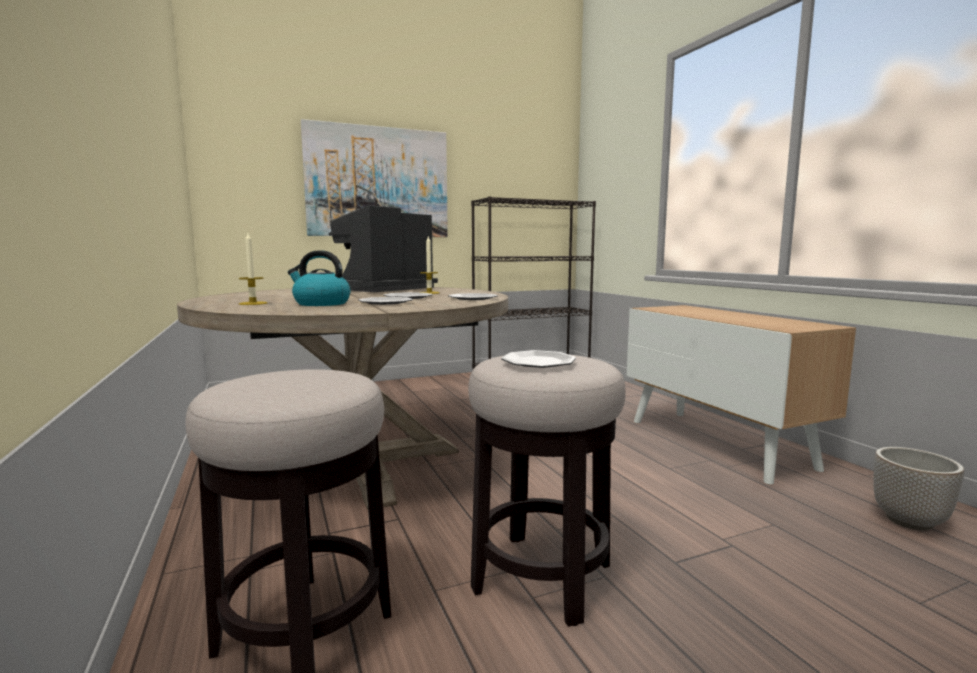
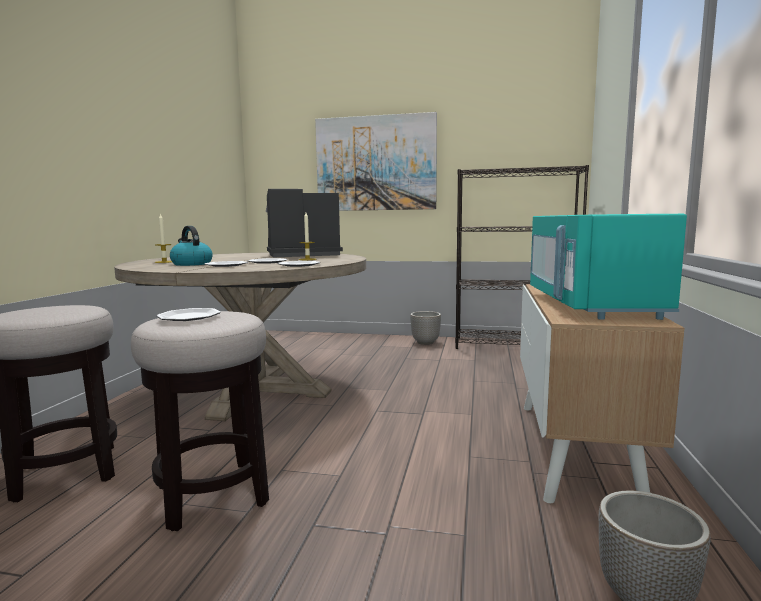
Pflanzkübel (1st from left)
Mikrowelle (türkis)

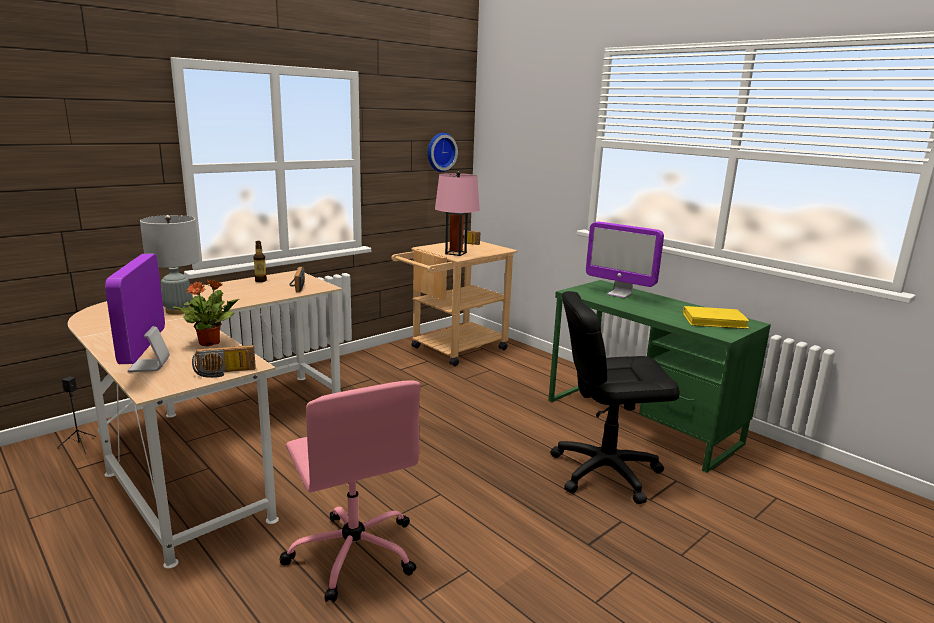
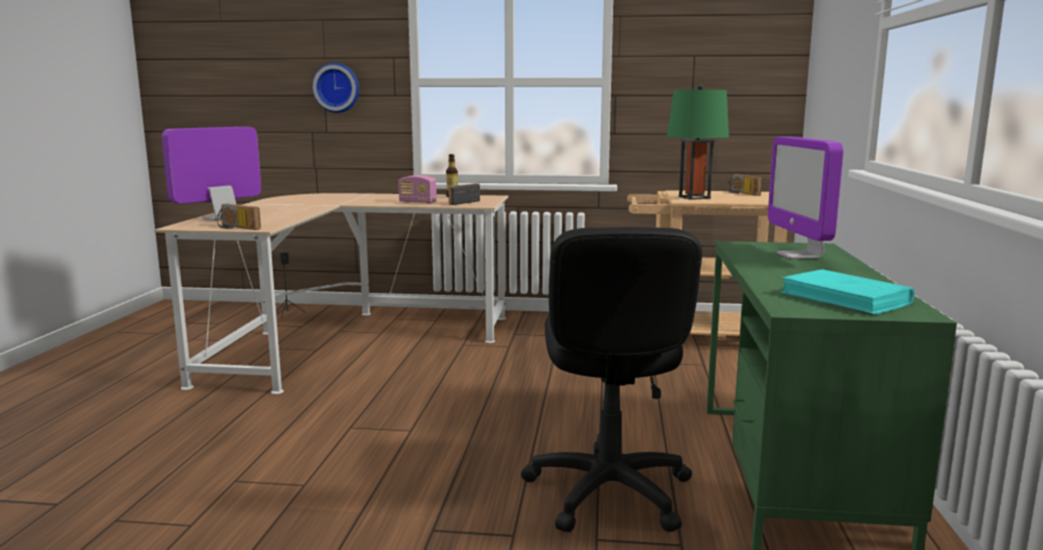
Tischlampe (grau)
Topfpflanze
Bürostuhl (rosa)
Wanduhr
Tischlampe (grün)
Bürostuhl (schwarz)
Buch (türkis)
Radio (2nd from left)

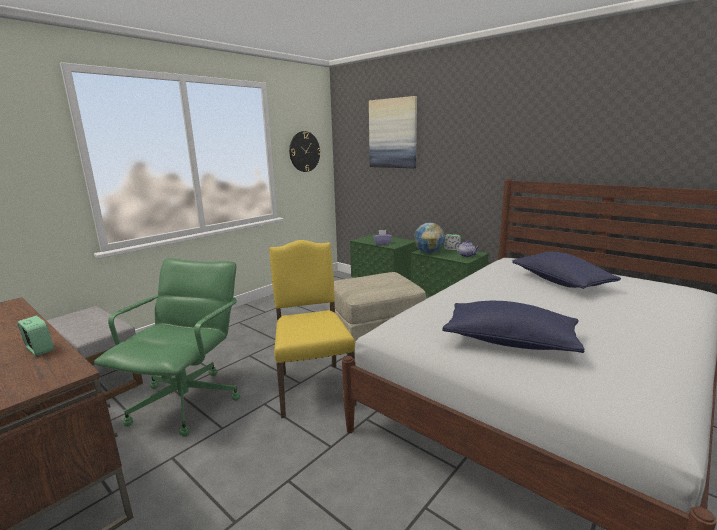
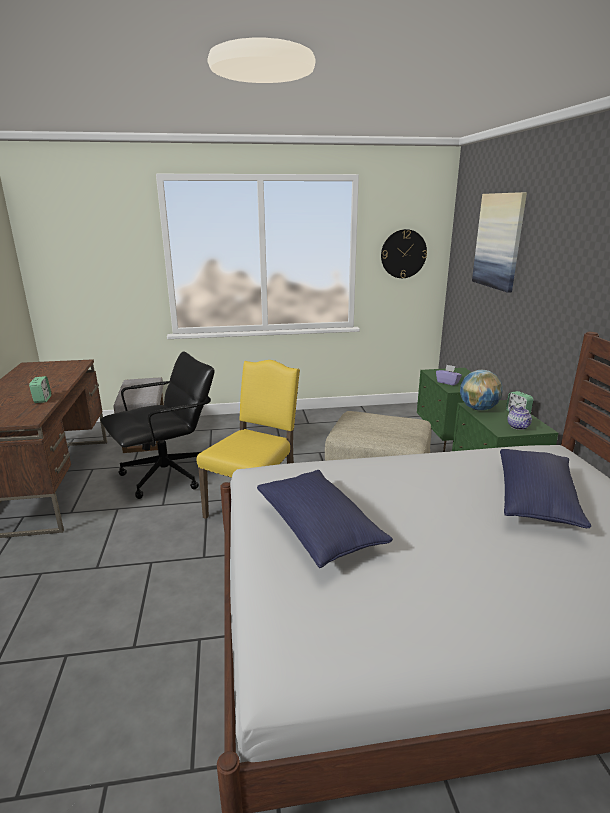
Bürostuhl (schwarz)

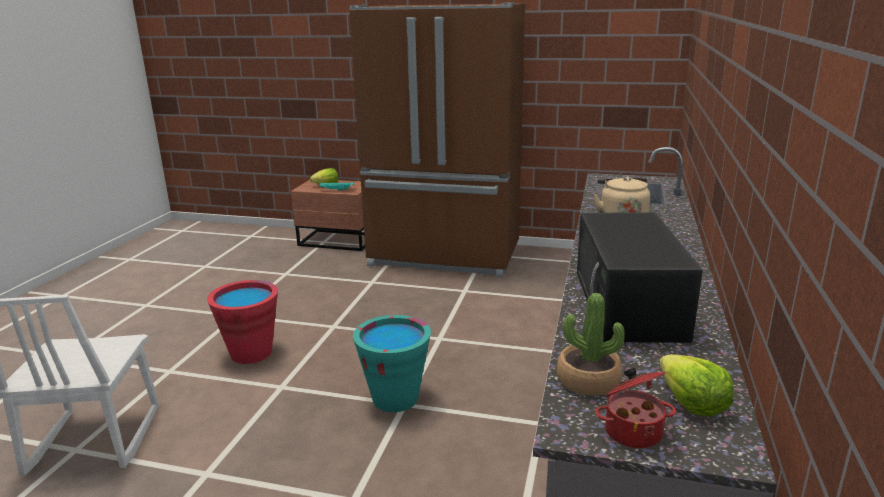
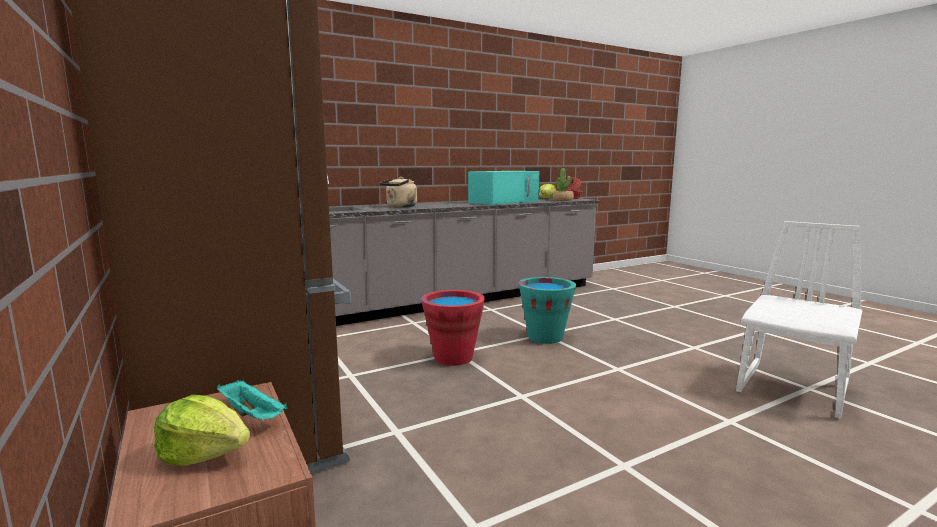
Eimer (rot)
Mikrowelle (türkis)

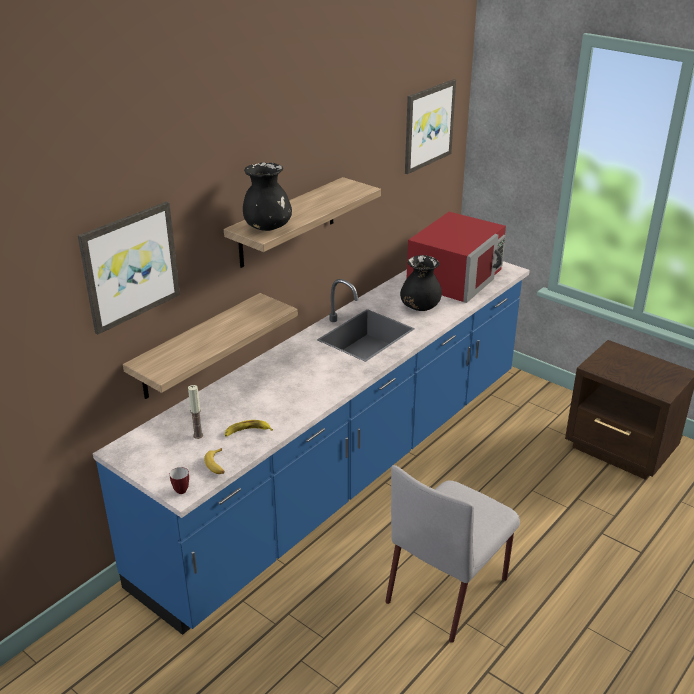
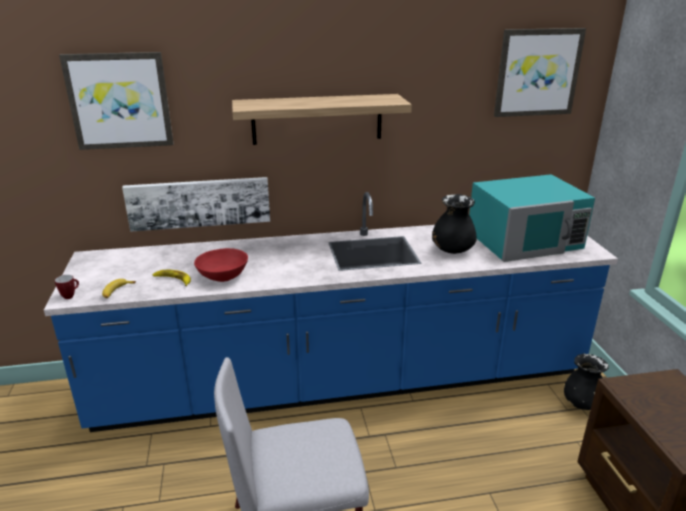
Bild (2nd from left)
Kerze
Vase (schwarz) (2nd from left)
Mikrowelle (türkis)
Schüssel (rot)

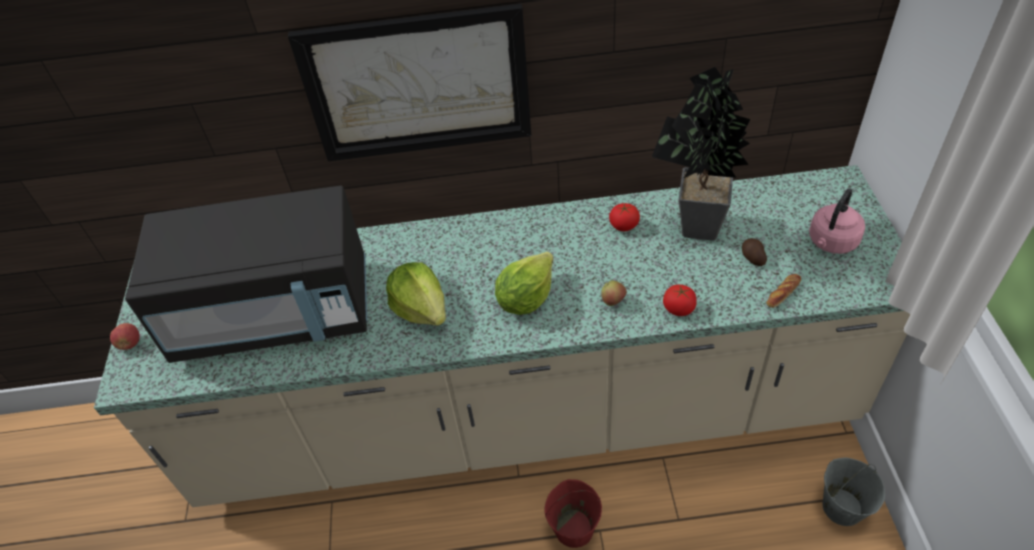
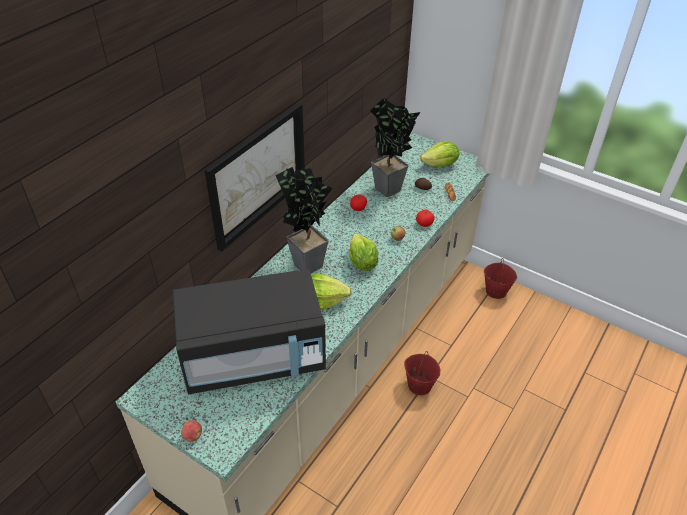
Mikrowelle (schwarz)
Salatkopf (3rd from left)
Eimer (rot) (2nd from left)
Topfpflanze (1st from left)

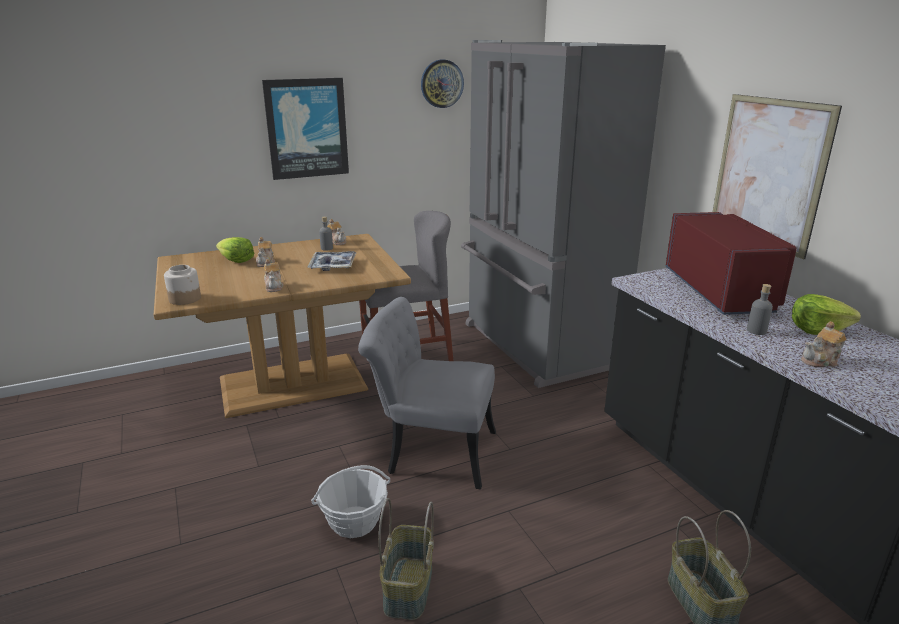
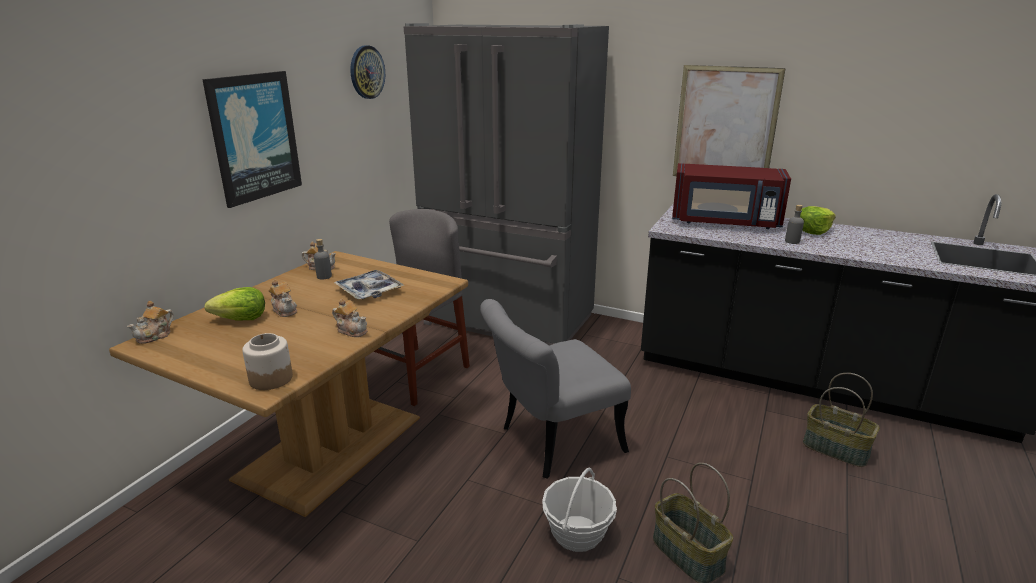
Mikrowelle (rot)
Teekanne (1st from left)

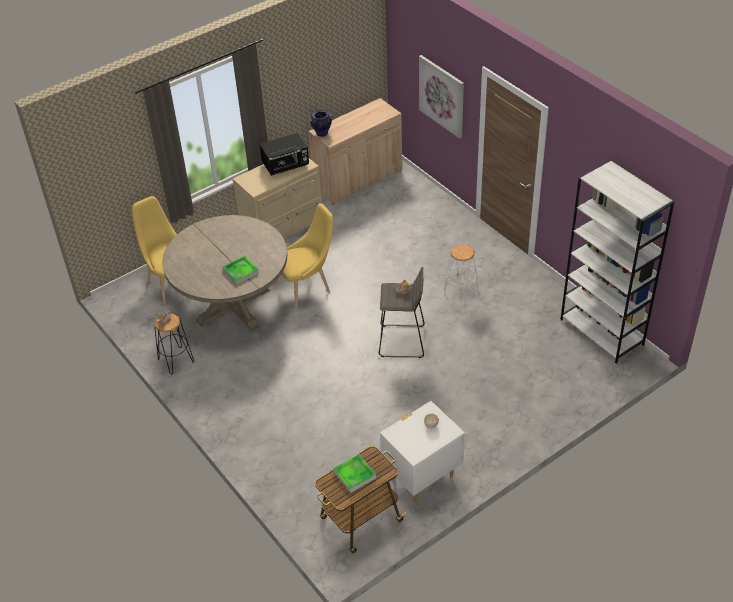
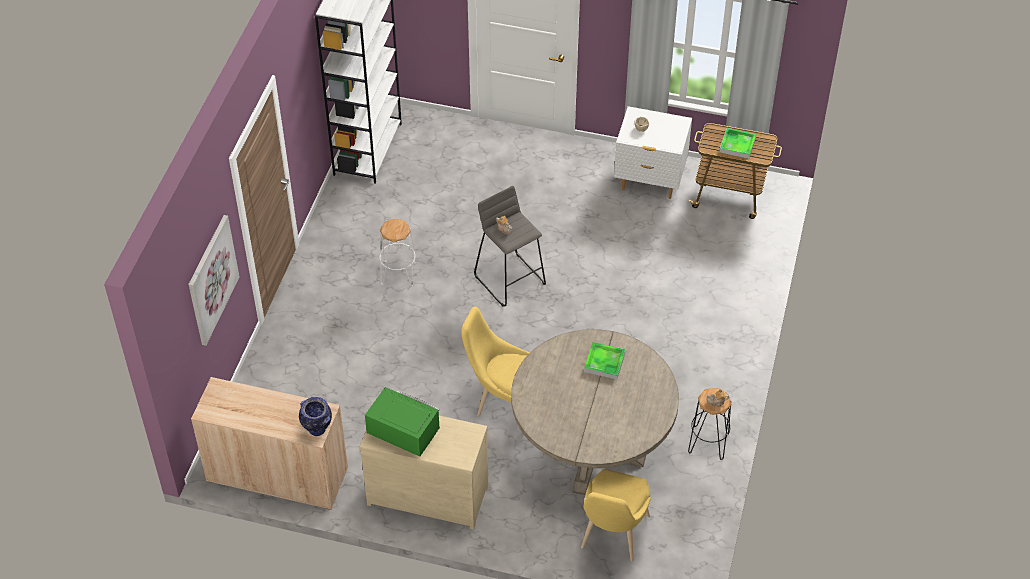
Mikrowelle (grün)

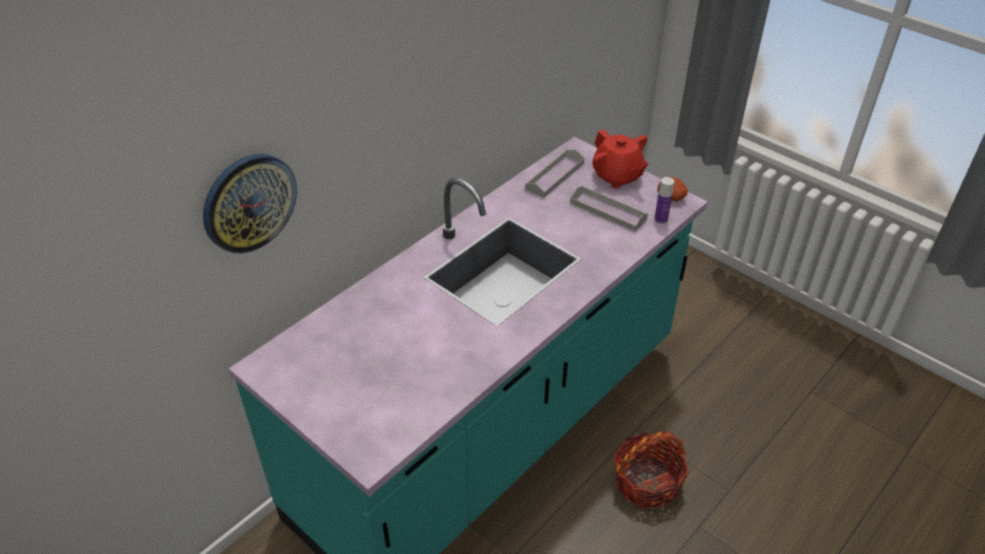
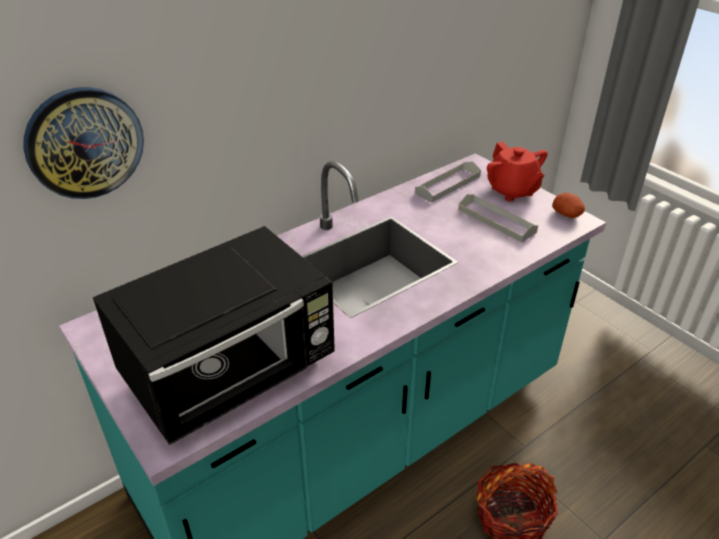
Flasche
Mikrowelle (schwarz)

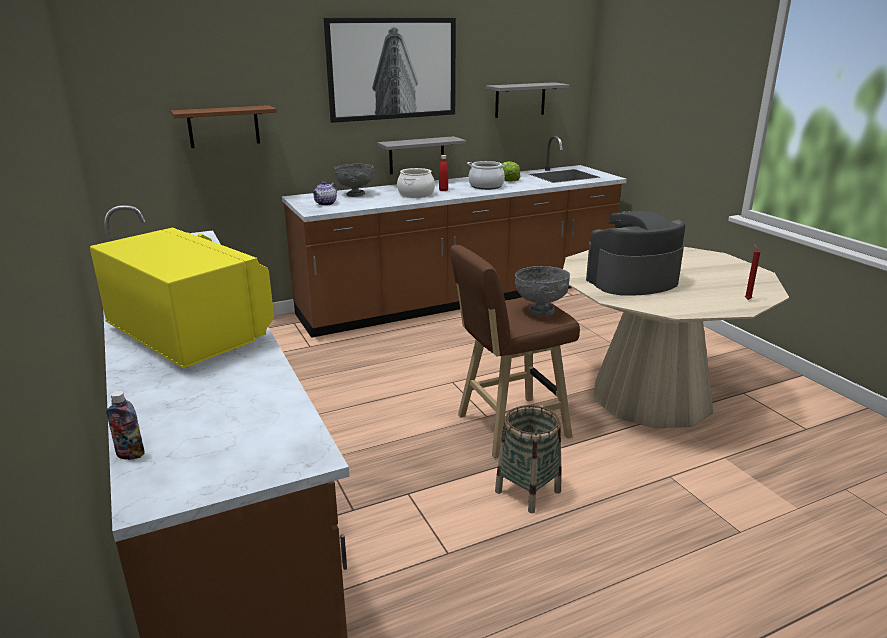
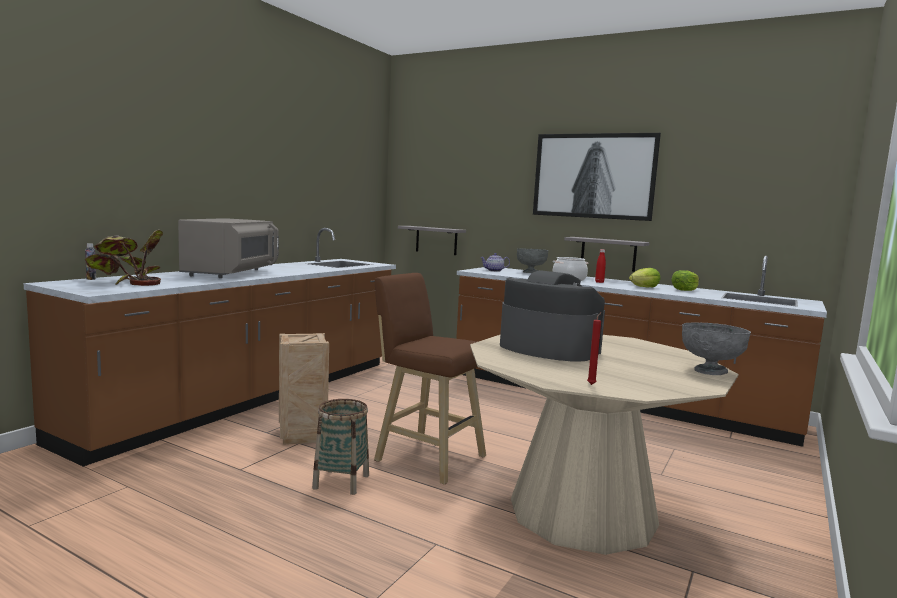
Mikrowelle (grau)
Wandregal (braun)
Salatkopf (1st from left)
Wandregal (grau) (1st from left)
Schüssel (grau) (2nd from left)
Topfpflanze
Kiste

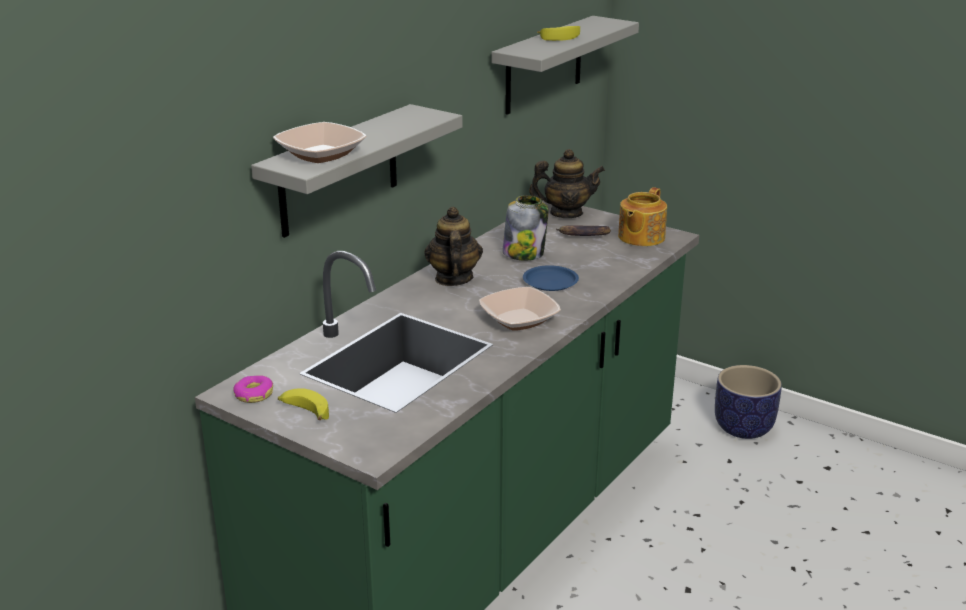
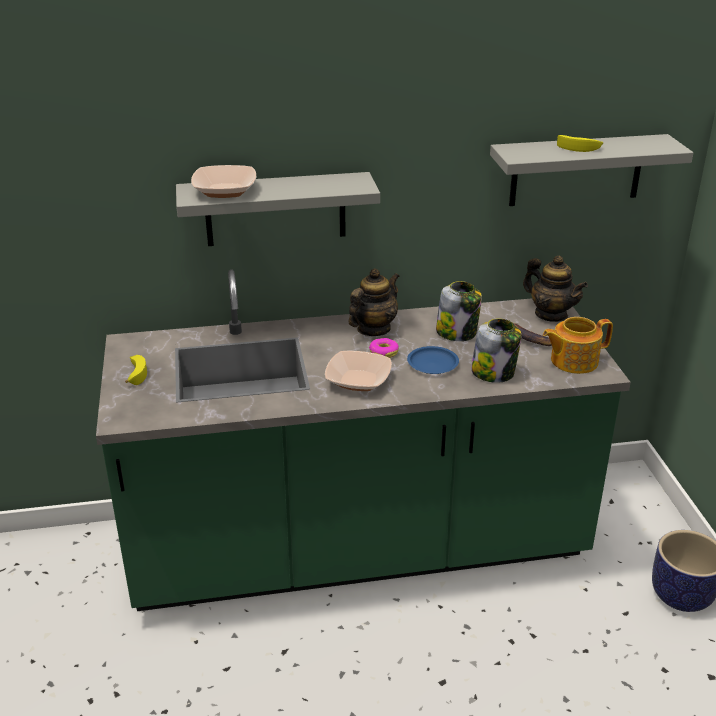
Donut
Vorratsglas (2nd from left)

